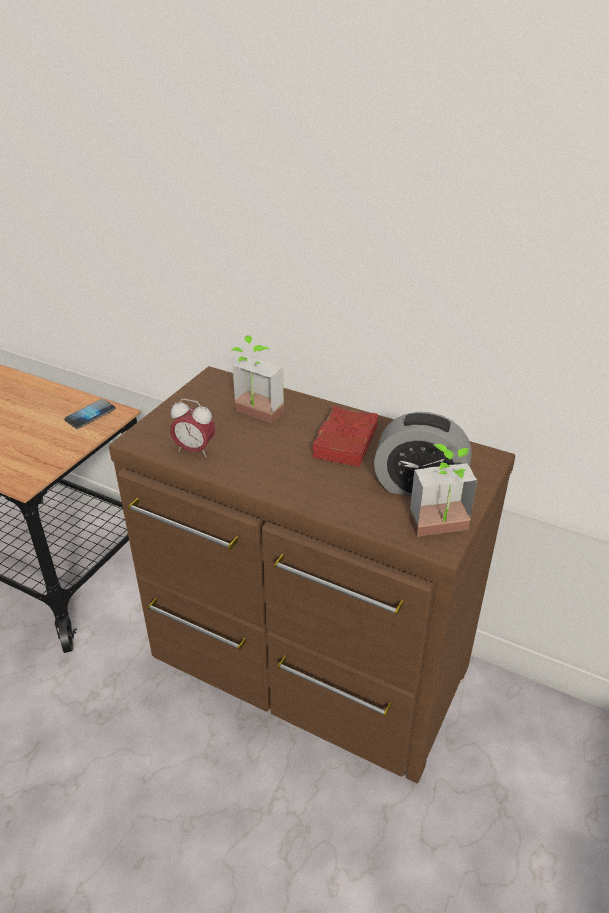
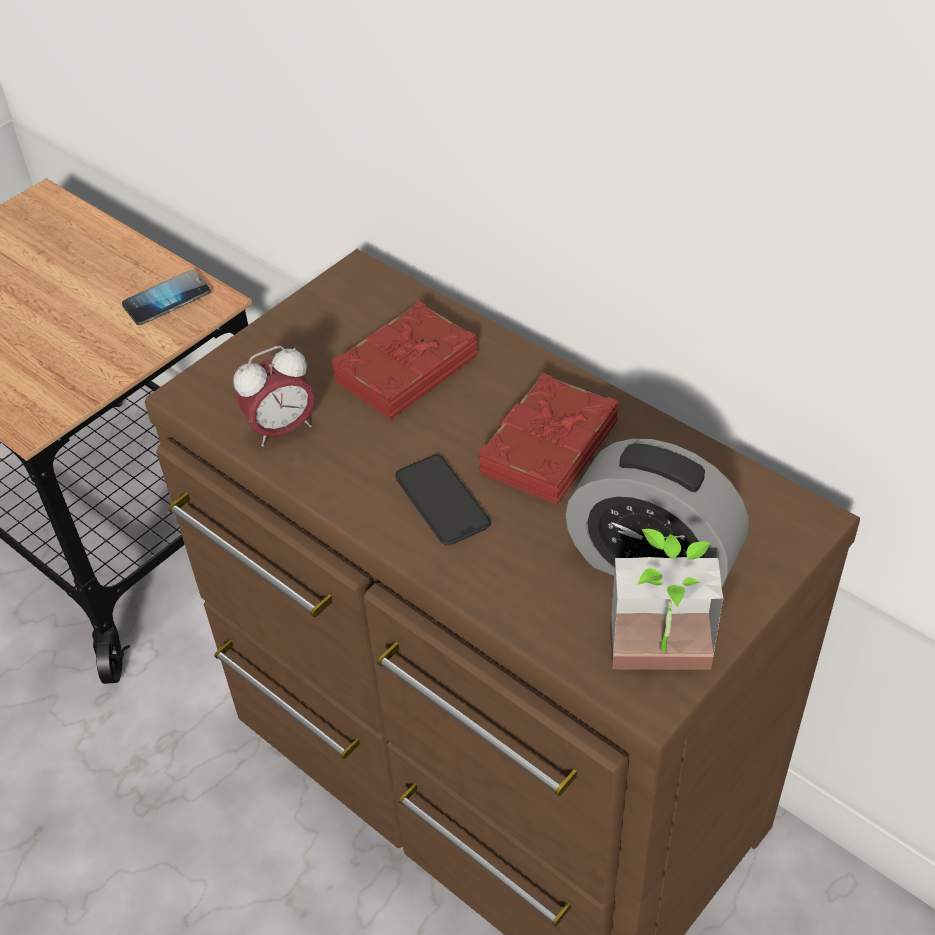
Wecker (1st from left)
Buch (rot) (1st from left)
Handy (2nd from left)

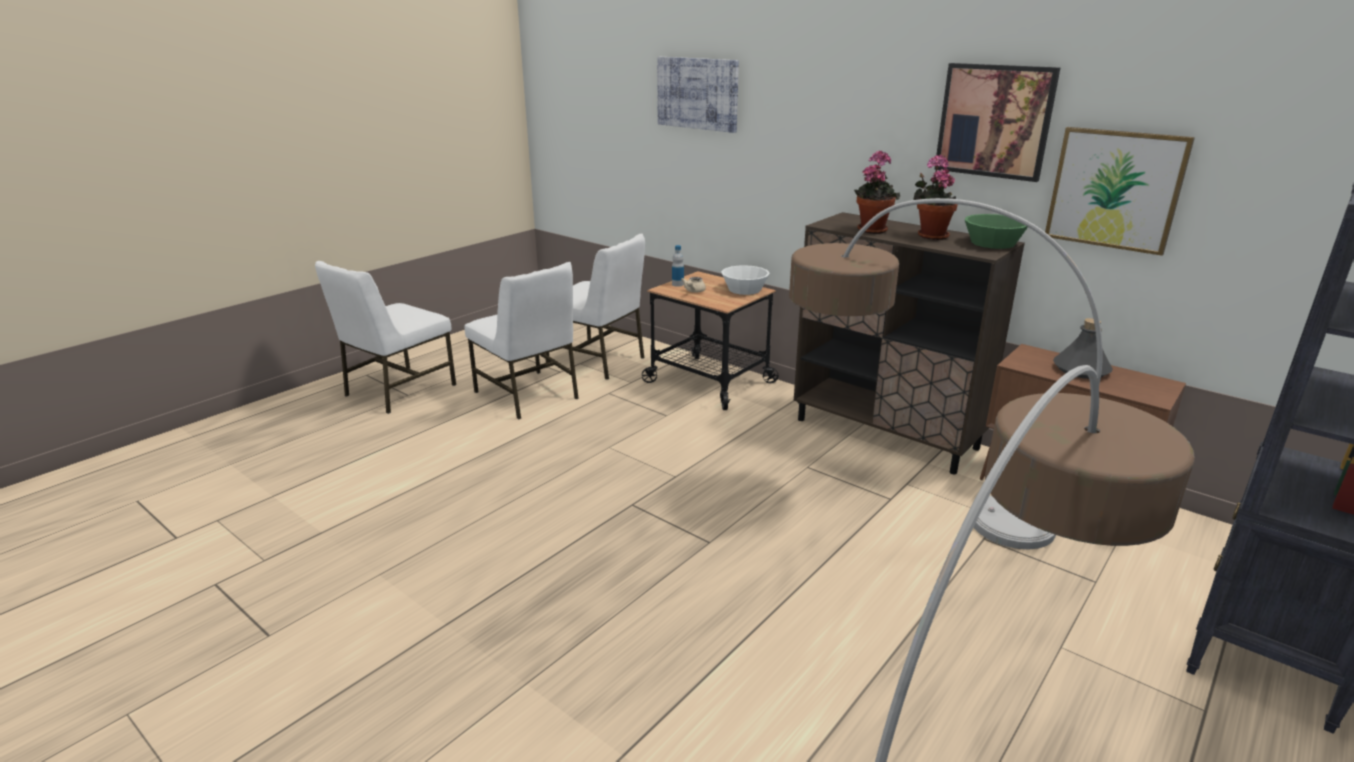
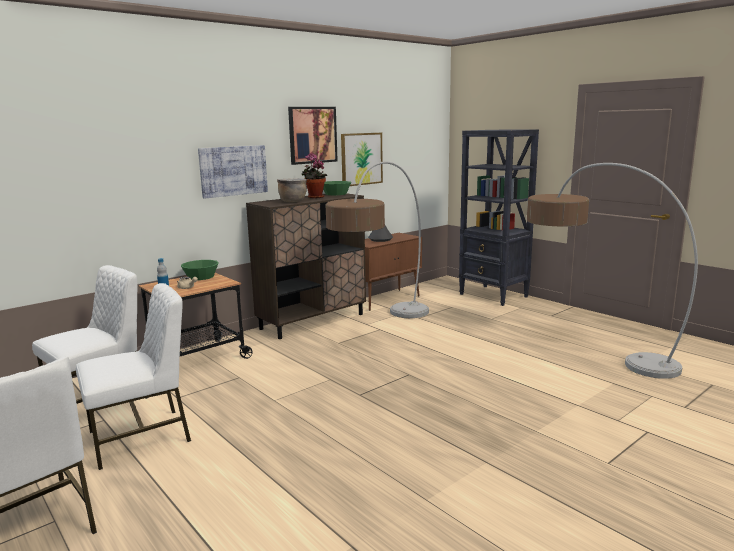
Bild (1st from left)
Schüssel (grün) (1st from left)
Kochtopf (braun)

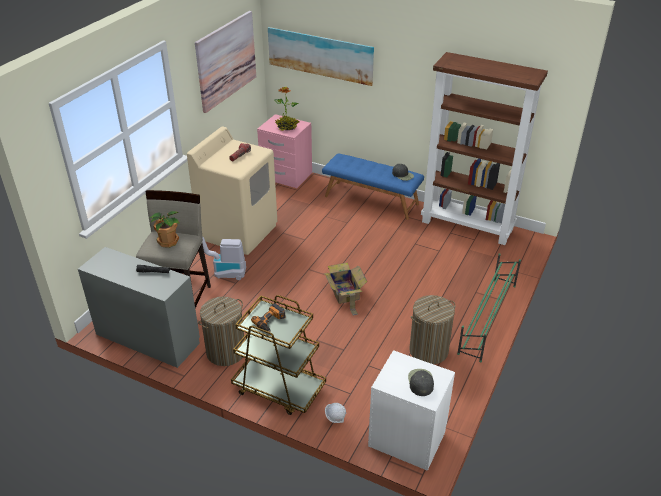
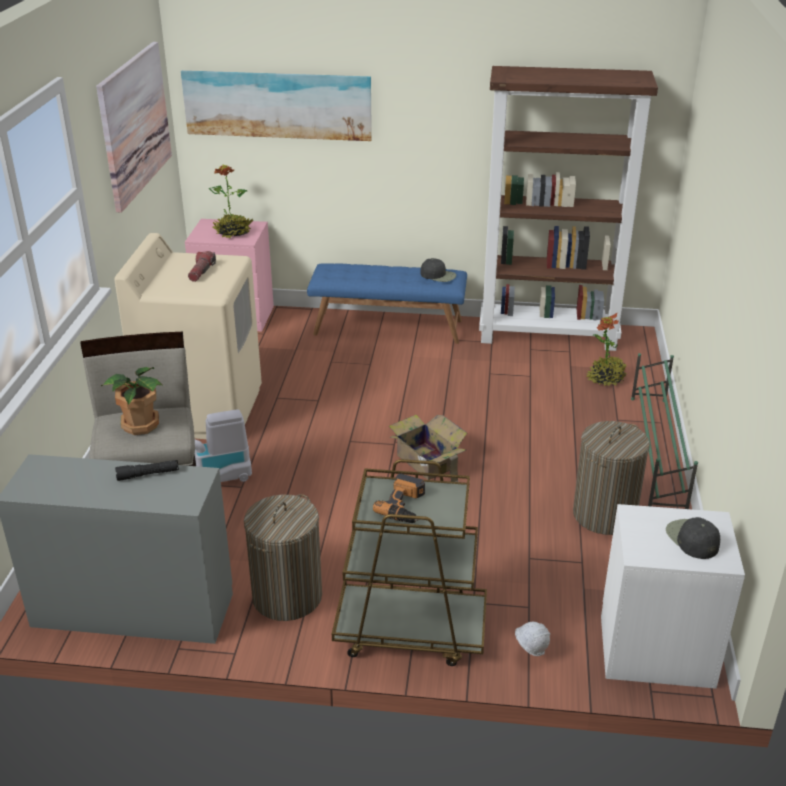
Topfpflanze (3rd from left)

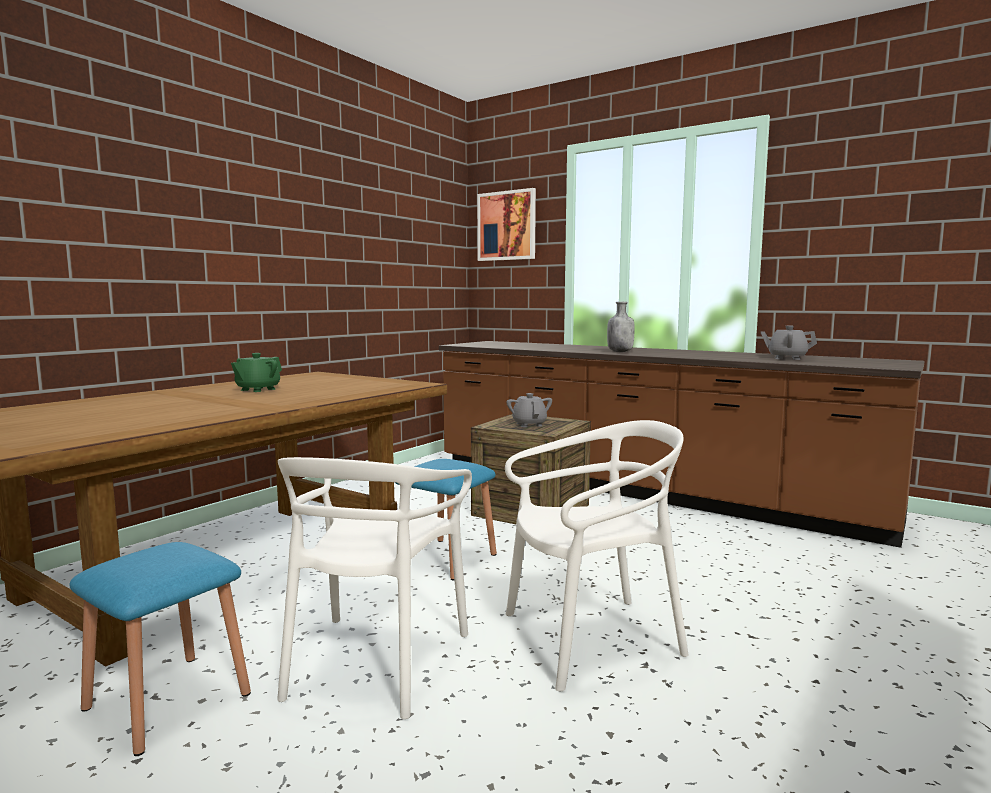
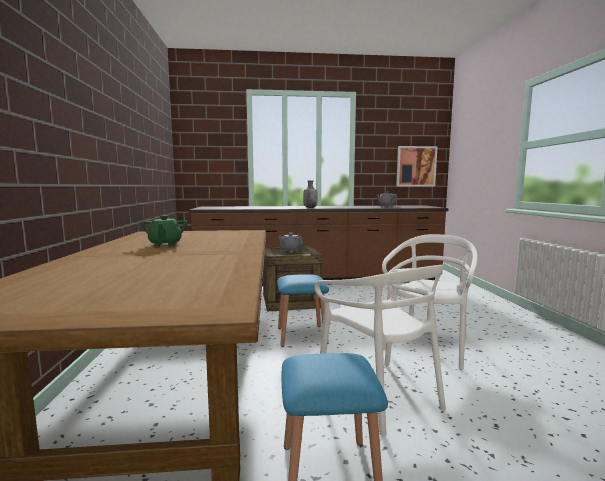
Bild

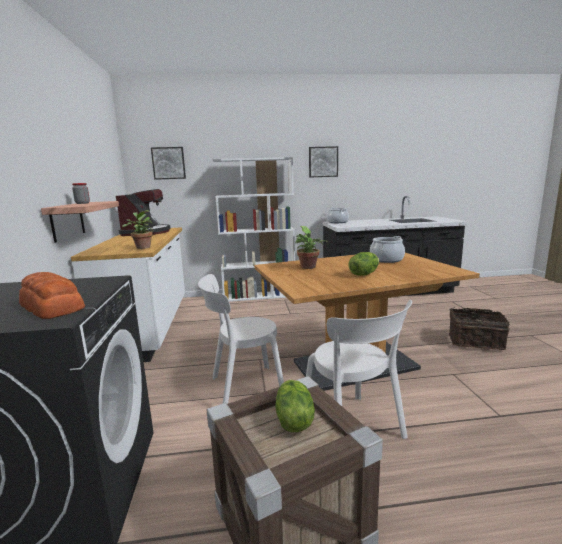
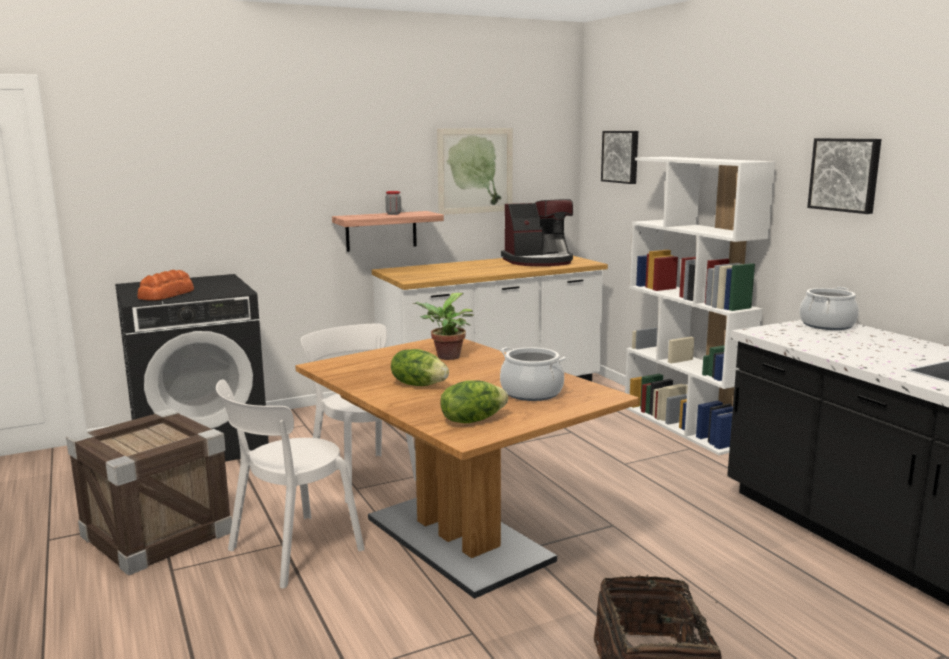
Topfpflanze (1st from left in the first image)
Salatkopf (2nd from left)
Bild (1st from left)

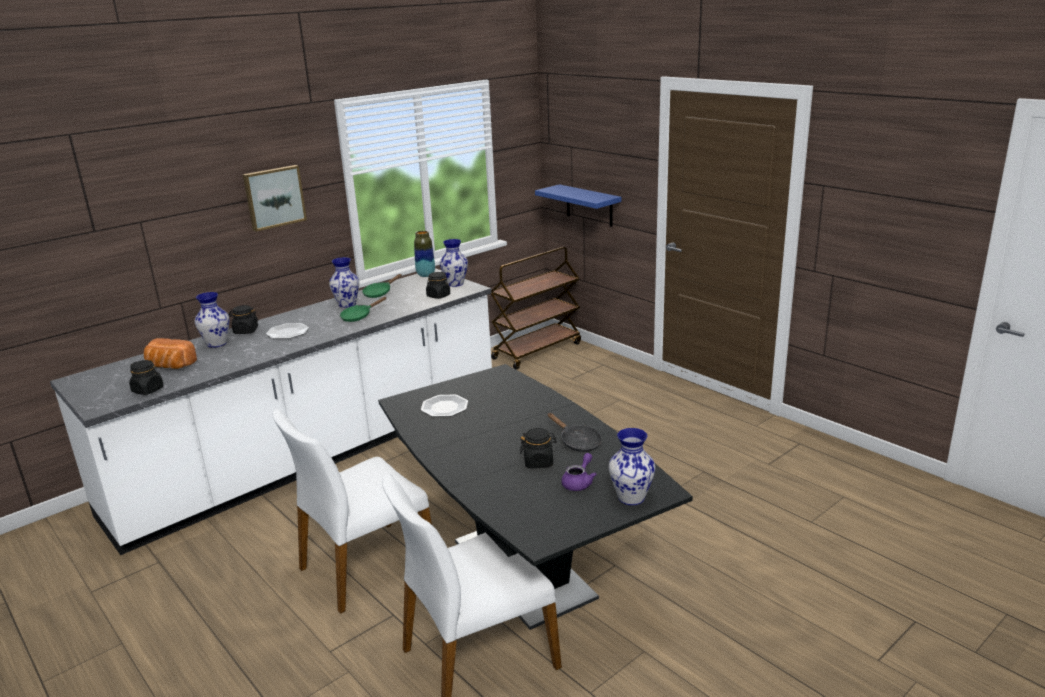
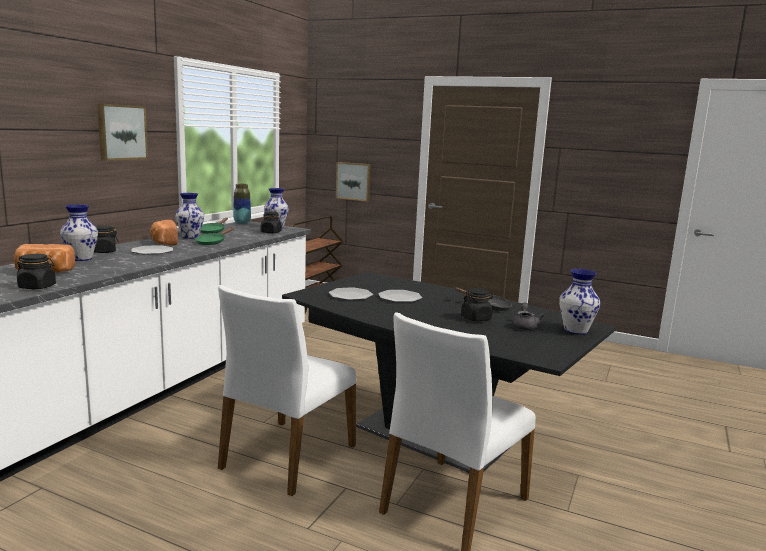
Bild (2nd from left)
Teekanne (grau)
Brot (2nd from left)
Teller (3rd from left)

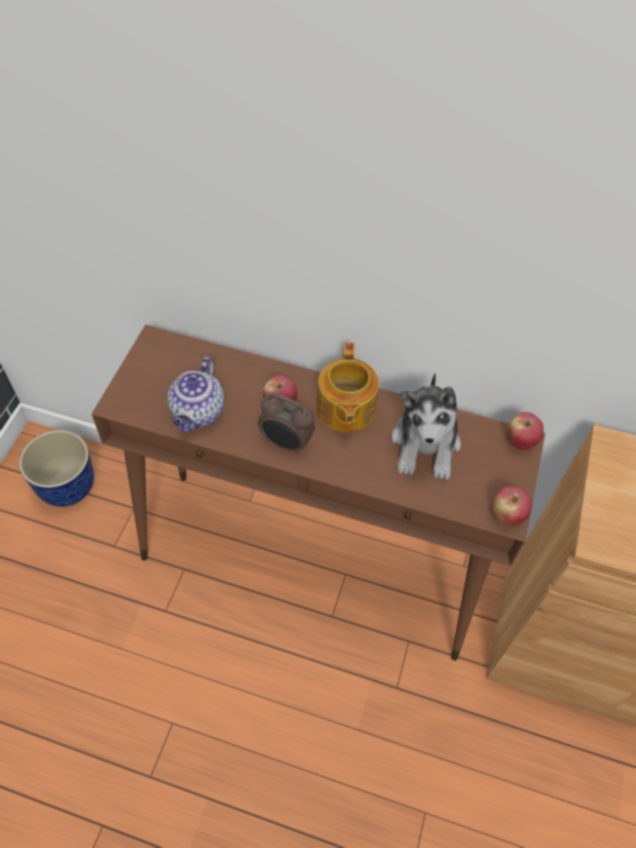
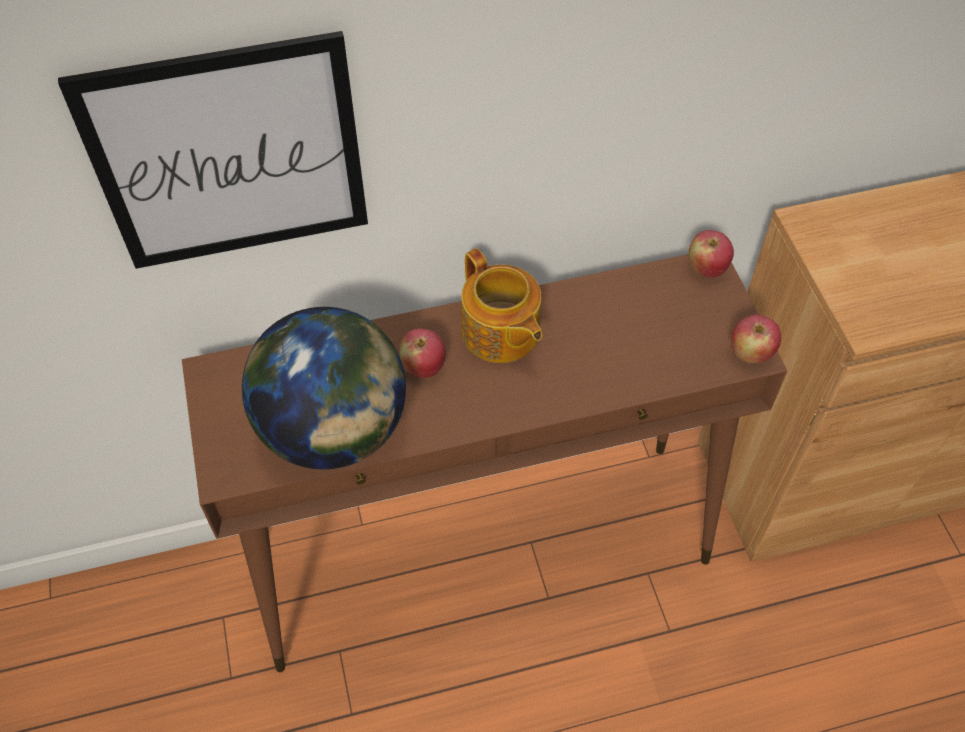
Pflanzkübel
Globus
Wecker
Plüschtier
Bild

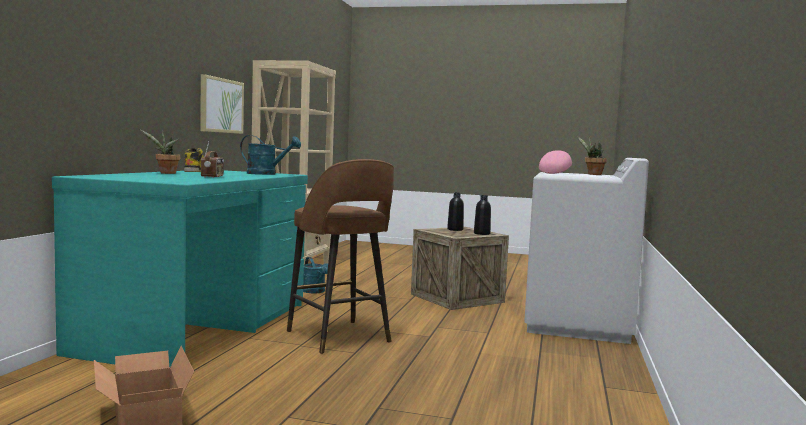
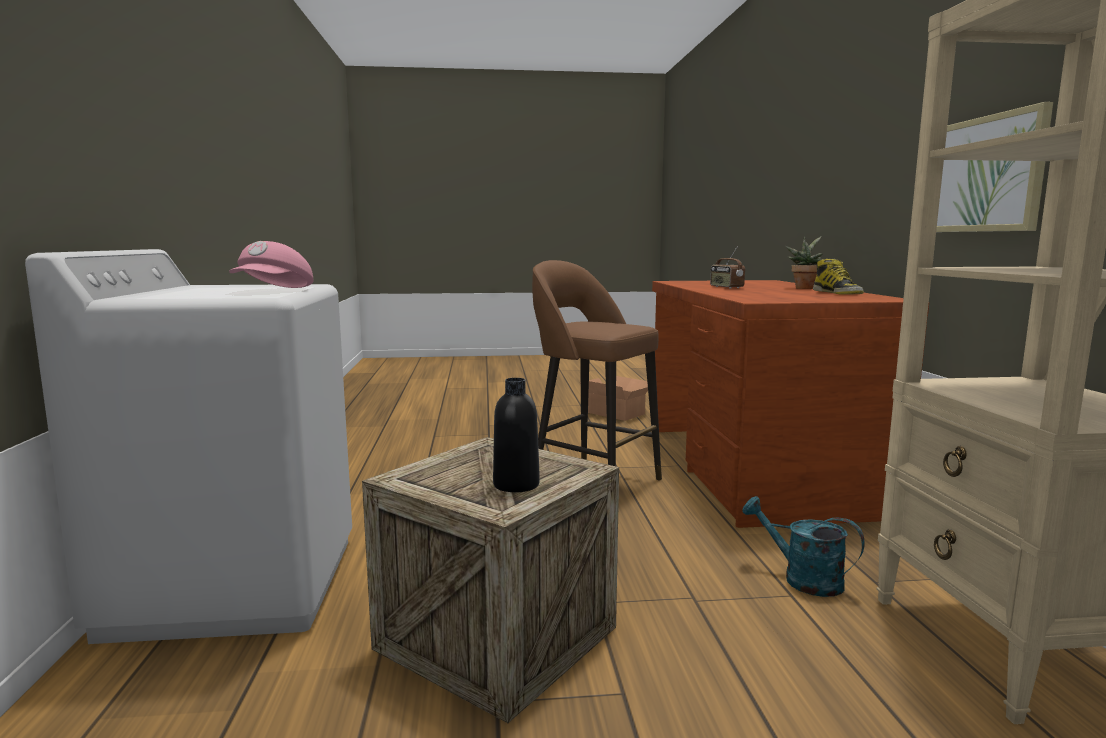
Schreibtisch (braun)
Gießkanne (türkis) (1st from left in the first image)
Flasche (schwarz) (2nd from left in the first image)
Topfpflanze (2nd from left in the first image)

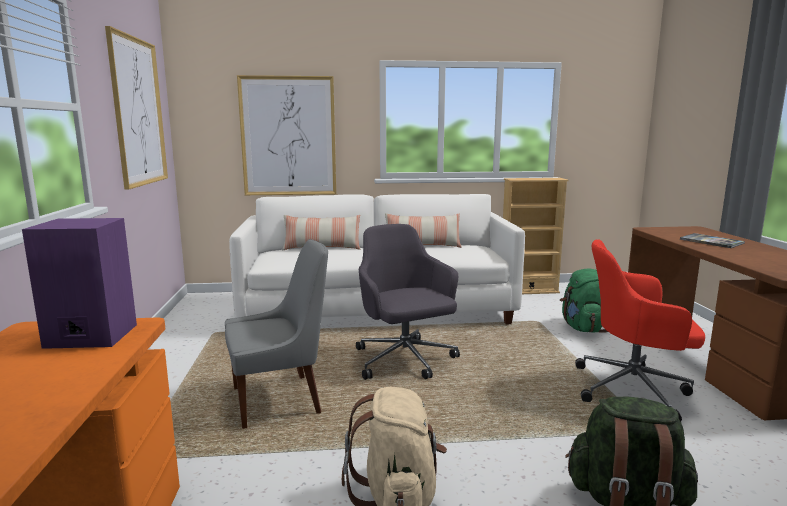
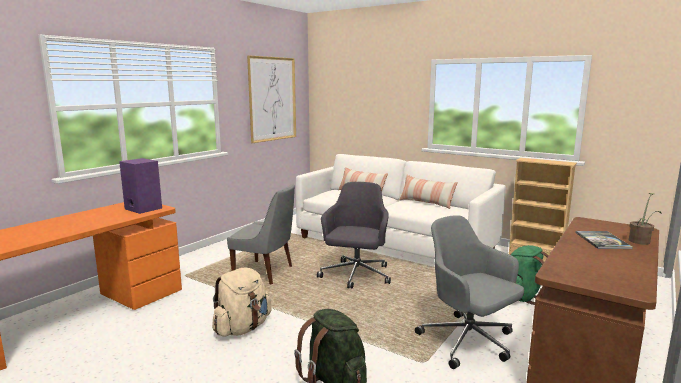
Bild (2nd from left in the first image)
Bürostuhl (grau) (2nd from left)
Topfpflanze

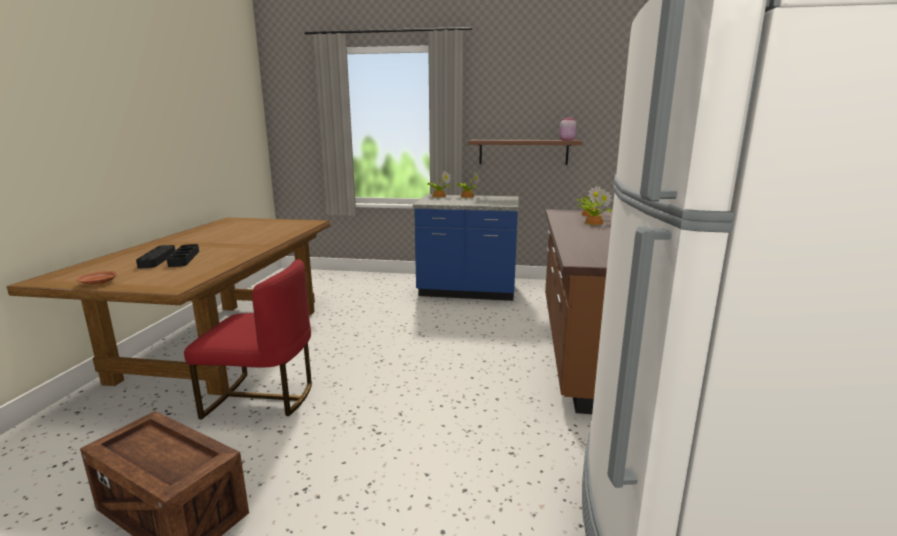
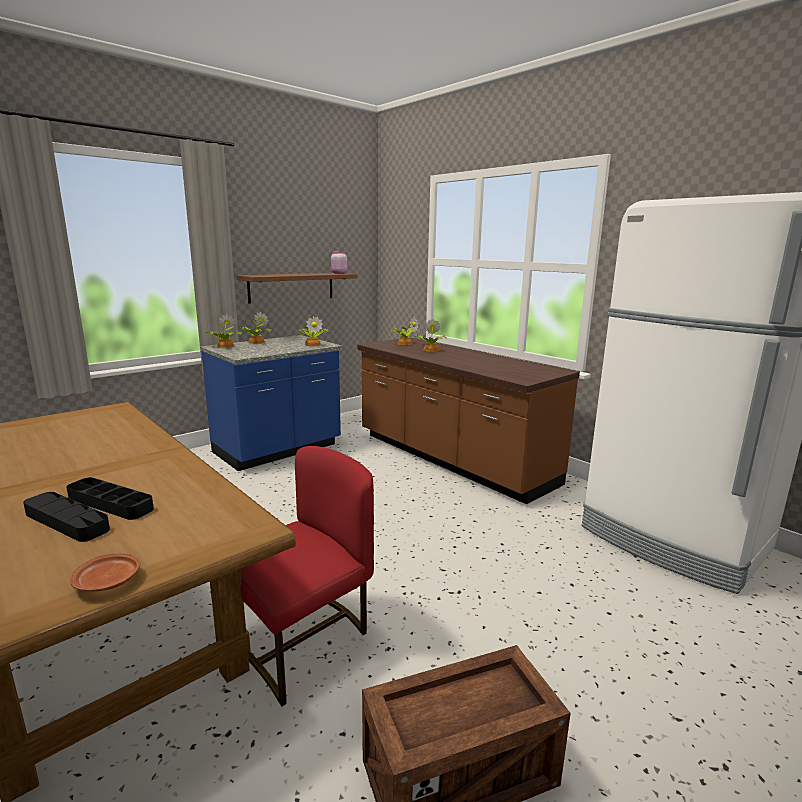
Topfpflanze (3rd from left)

